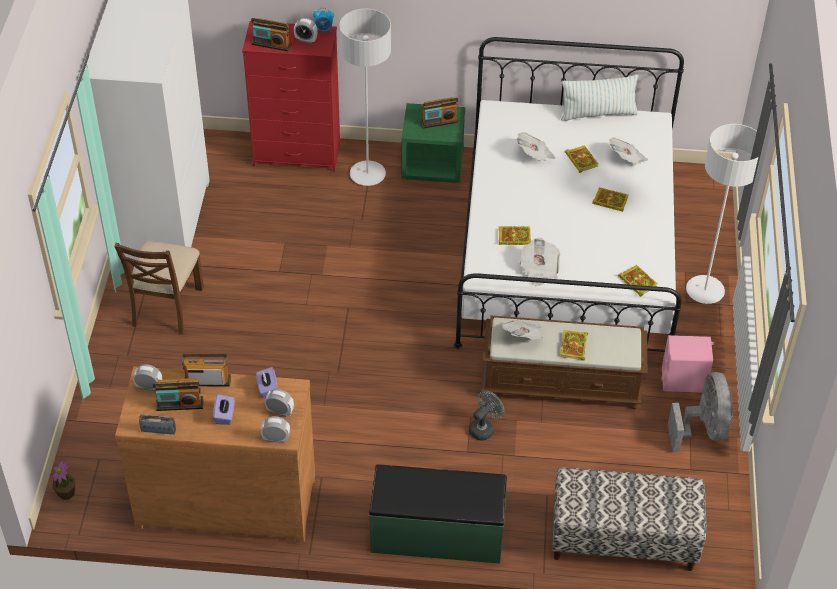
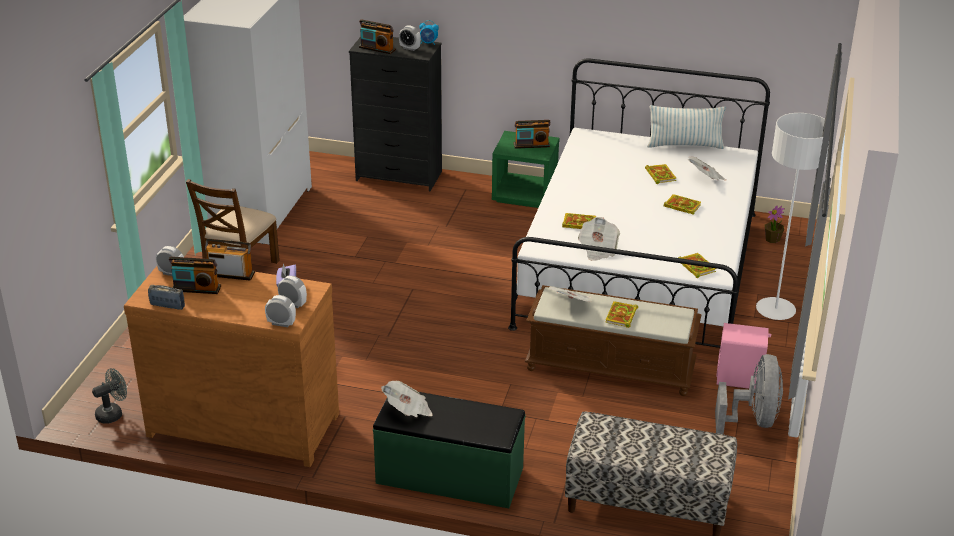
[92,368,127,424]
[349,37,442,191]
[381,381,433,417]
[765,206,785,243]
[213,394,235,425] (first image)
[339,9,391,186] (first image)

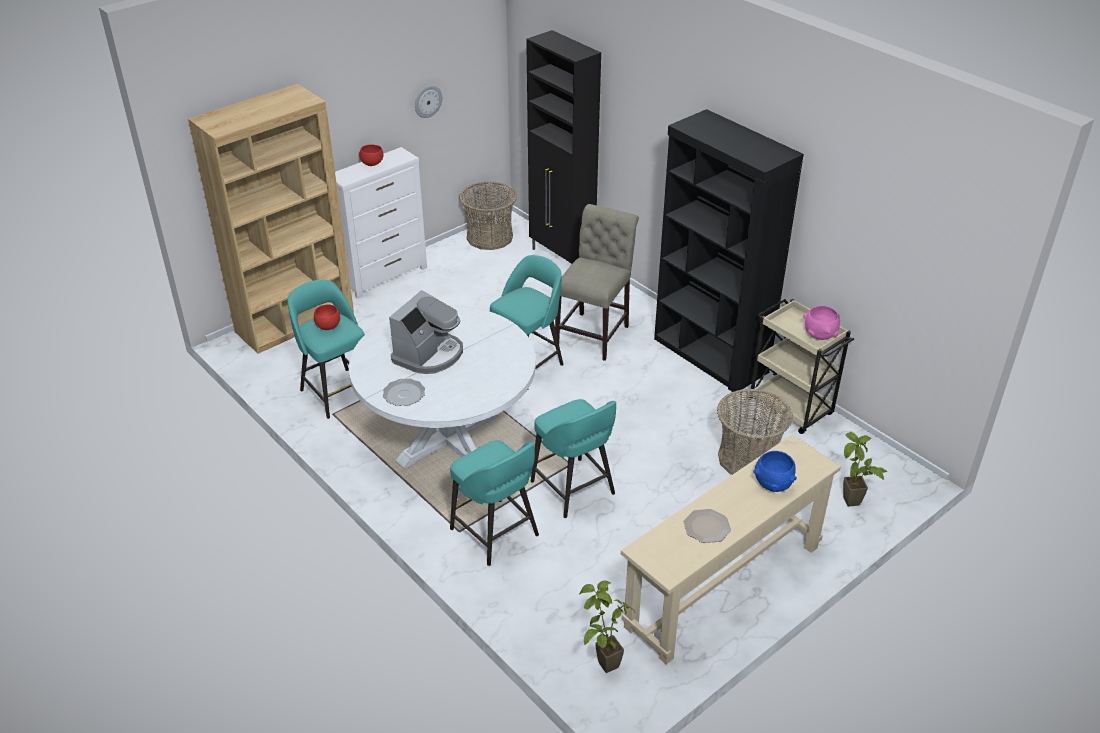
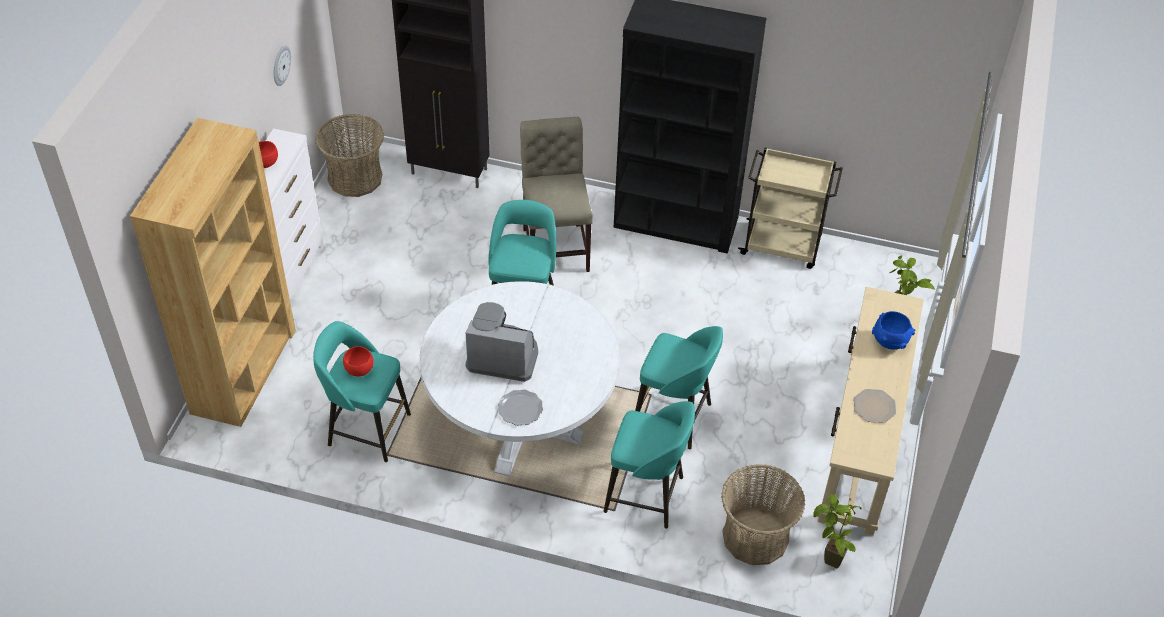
[465,302,538,382]
[721,464,805,565]
[803,306,840,340] (first image)

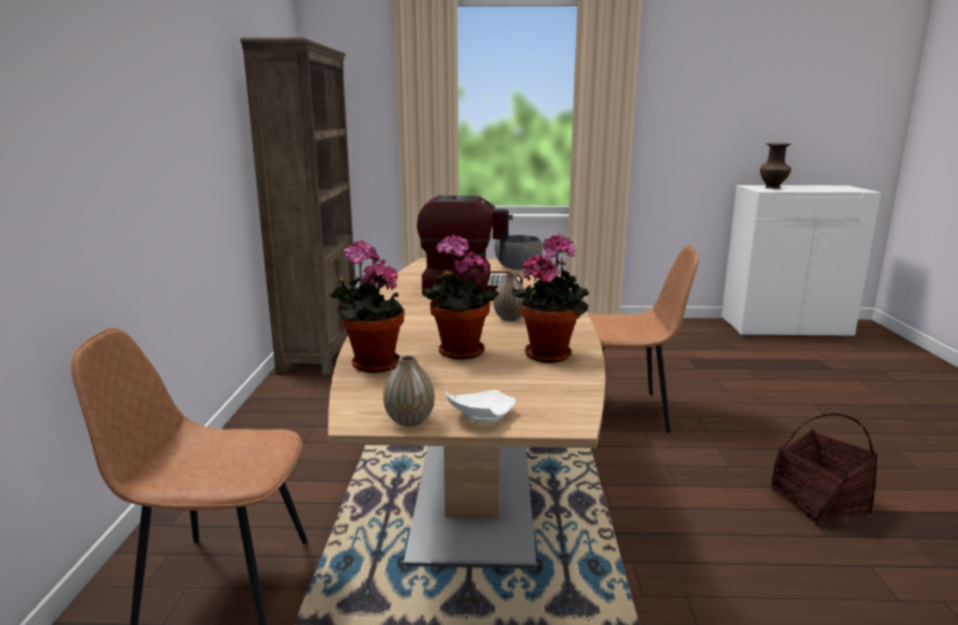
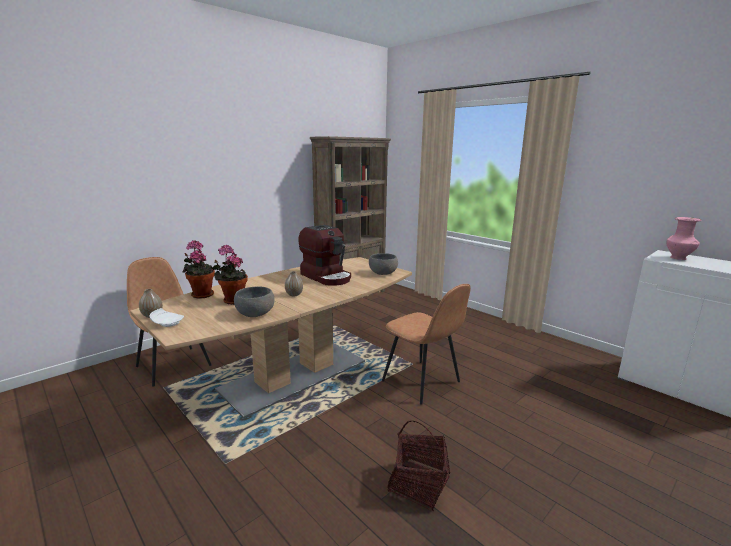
[234,287,275,317]
[667,217,701,260]

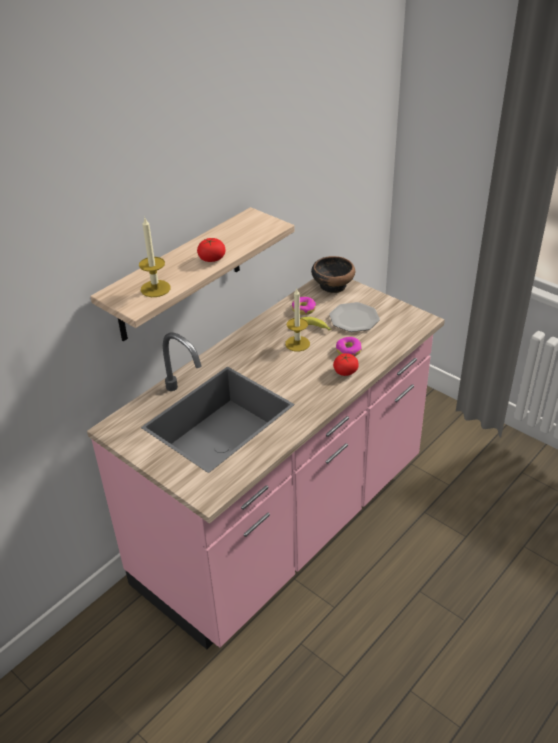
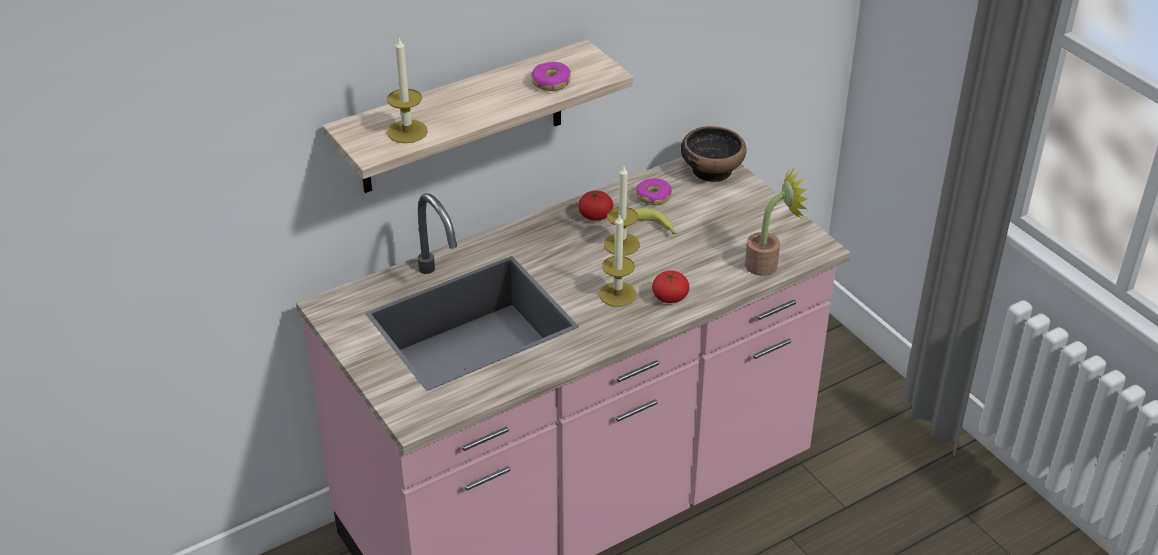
[531,62,571,91]
[578,190,613,220]
[599,214,637,307]
[745,166,807,276]
[329,302,380,332] (first image)

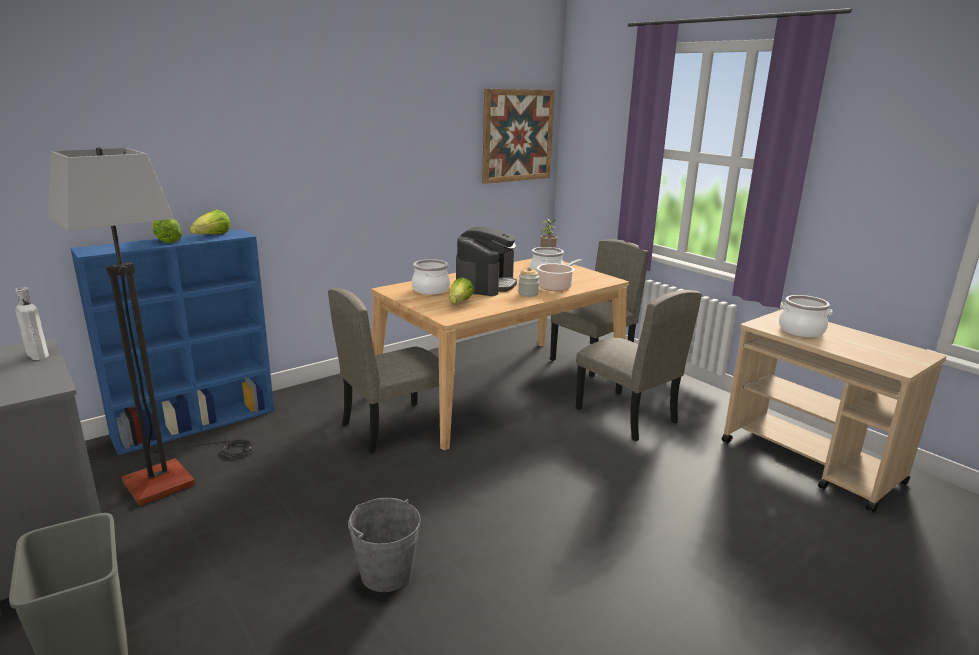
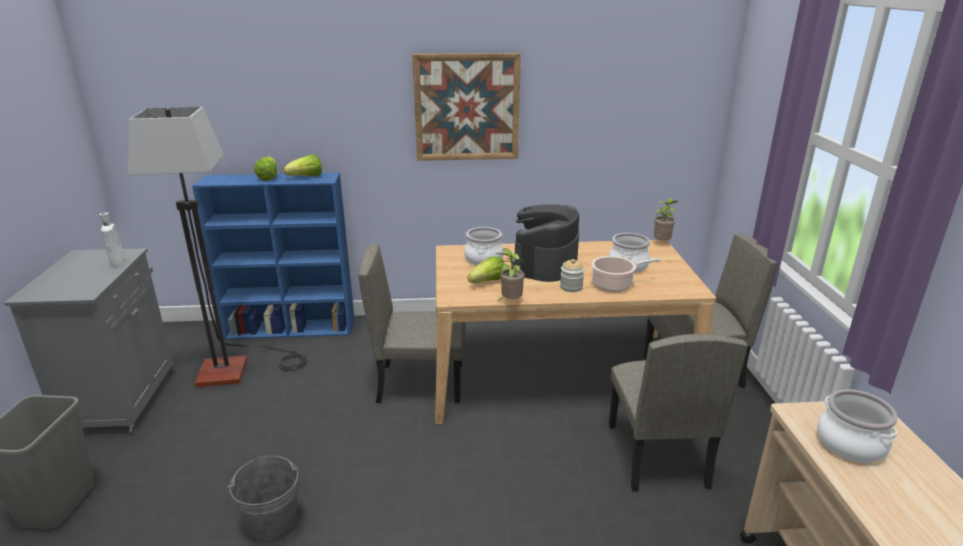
[412,53,521,161]
[496,248,525,302]
[512,205,579,282]

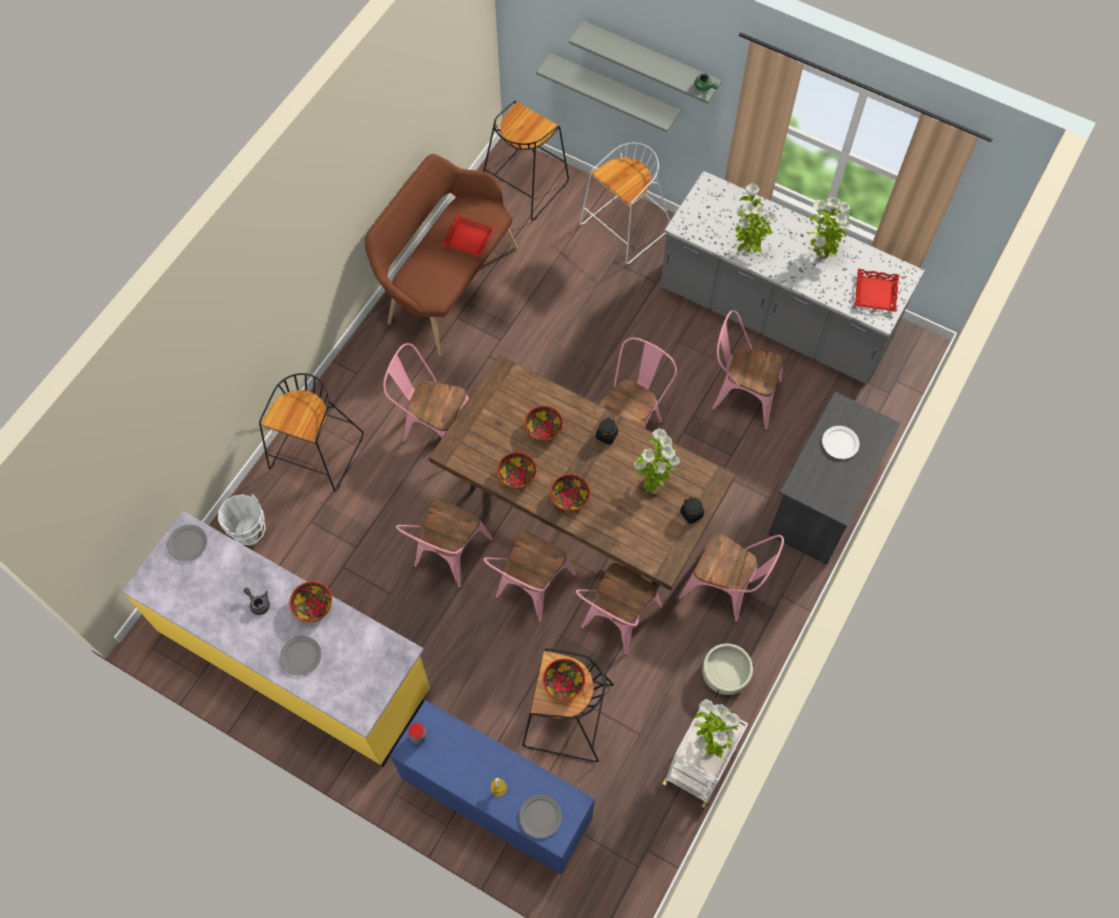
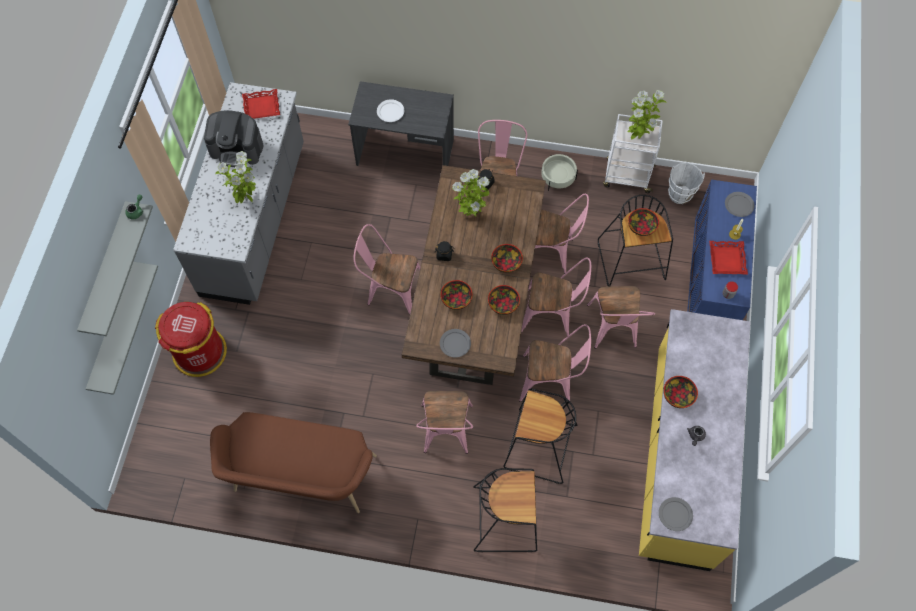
[155,302,227,377]
[204,110,263,167]
[440,329,471,357]
[503,388,577,484]
[587,286,655,349]
[668,163,705,204]
[709,241,748,274]

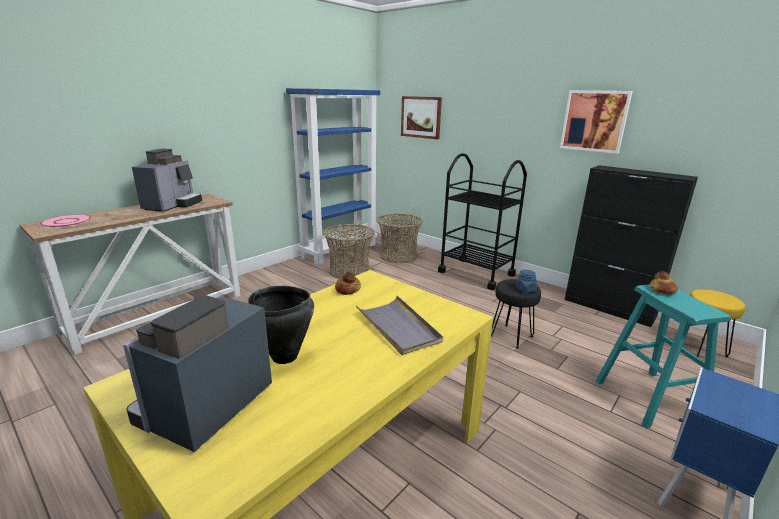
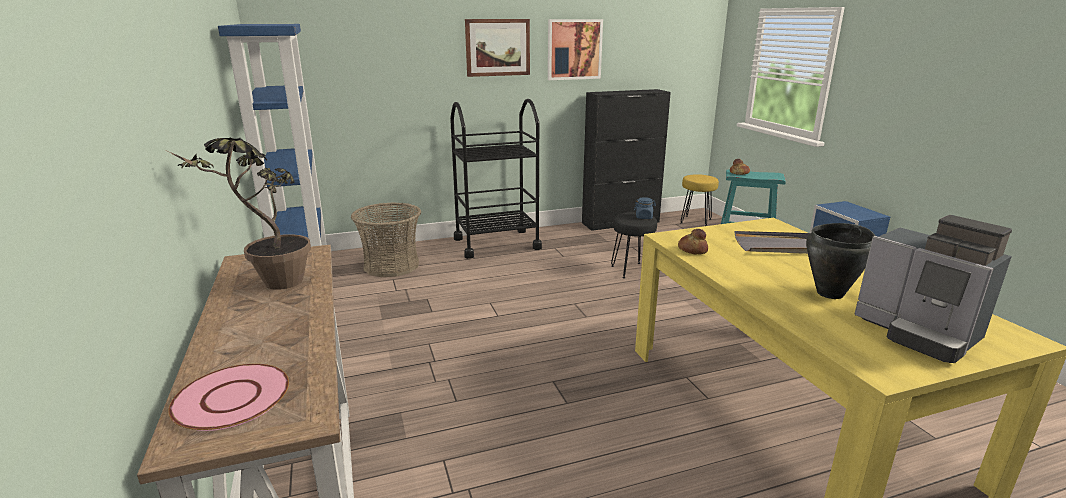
[168,138,311,290]
[465,19,530,77]
[323,224,375,279] (first image)

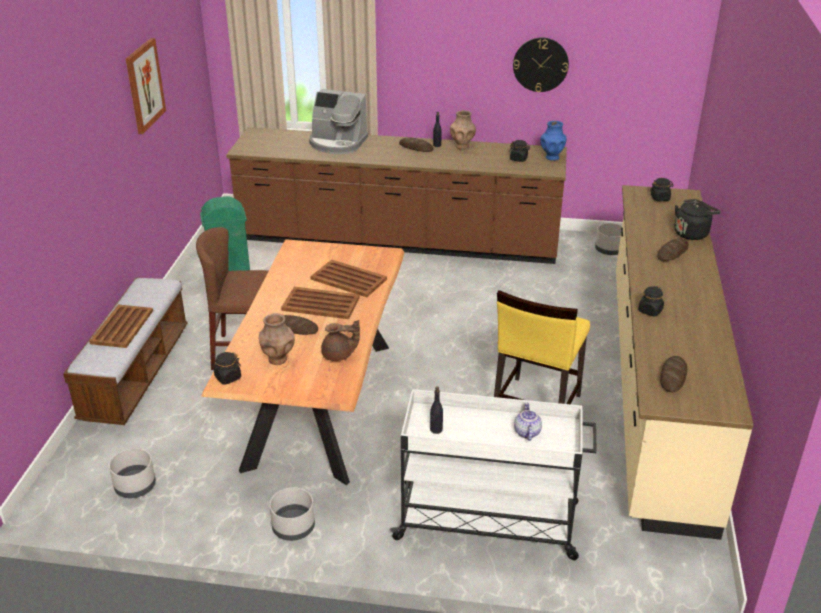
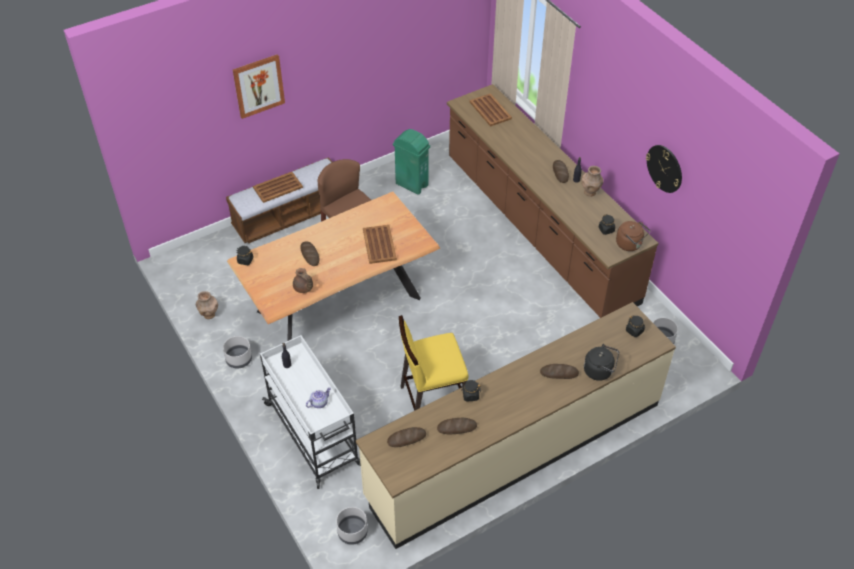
[196,291,218,319]
[233,54,285,119]
[336,507,368,545]
[437,418,477,435]
[470,93,512,127]
[616,221,650,251]
[309,89,368,154] (first image)

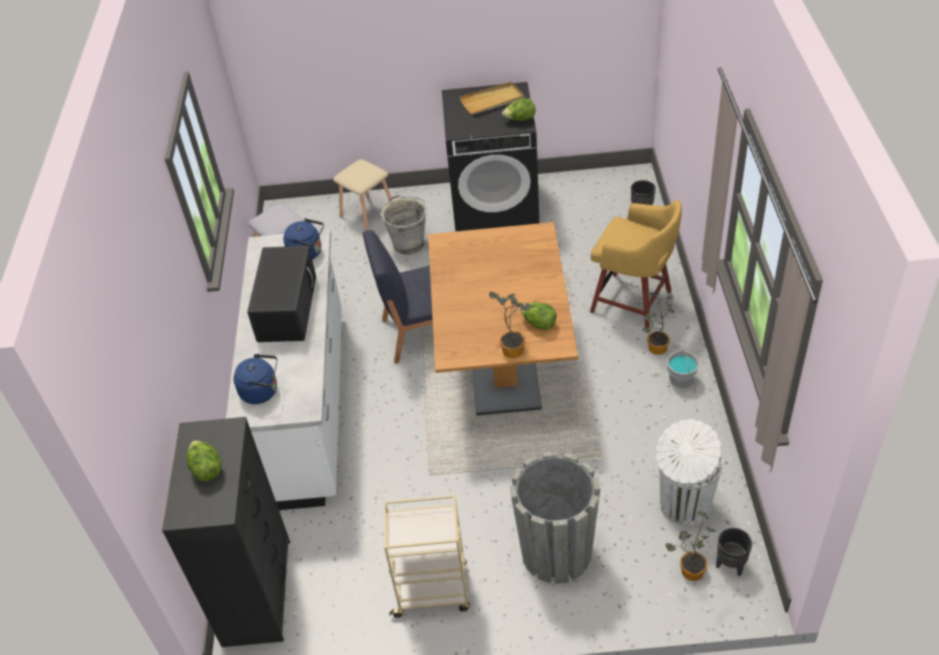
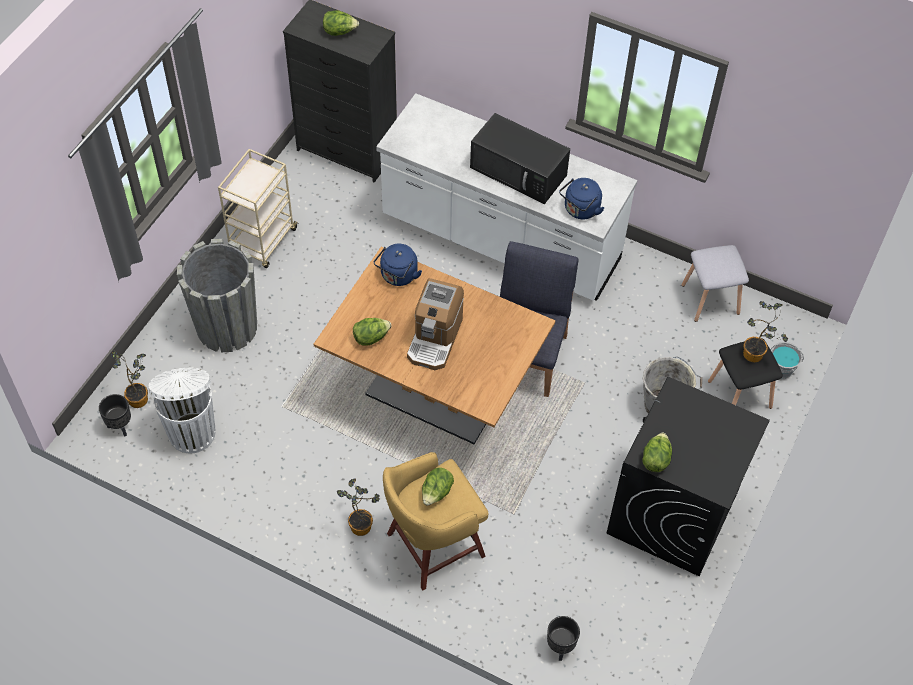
[374,244,422,286]
[407,278,464,370]
[422,467,454,506]
[708,338,783,409]
[743,301,788,362]
[770,342,804,379]
[460,82,524,115] (first image)

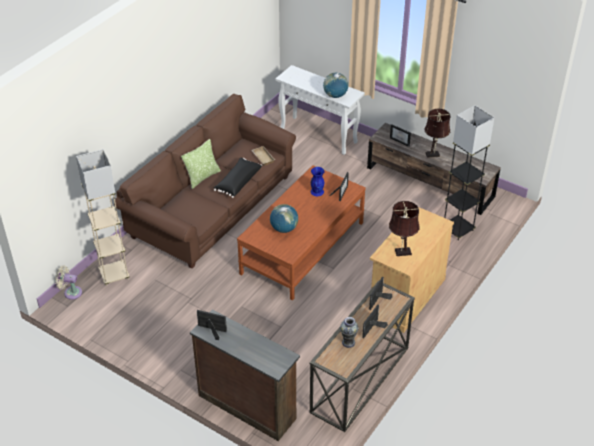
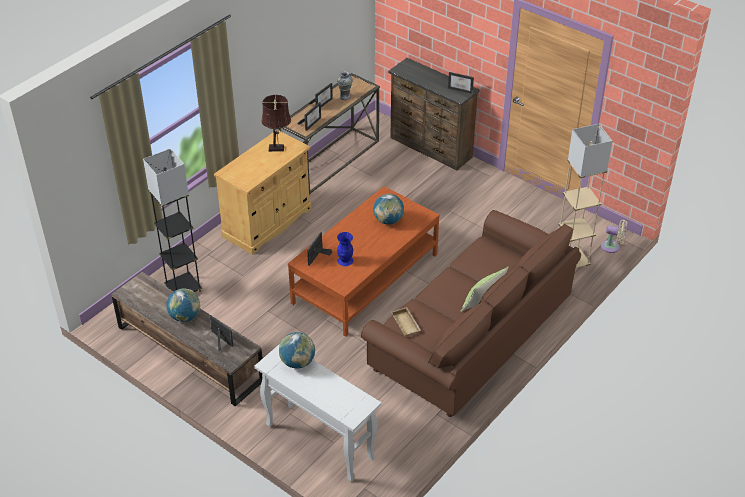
[166,288,200,322]
[214,158,262,198] (first image)

